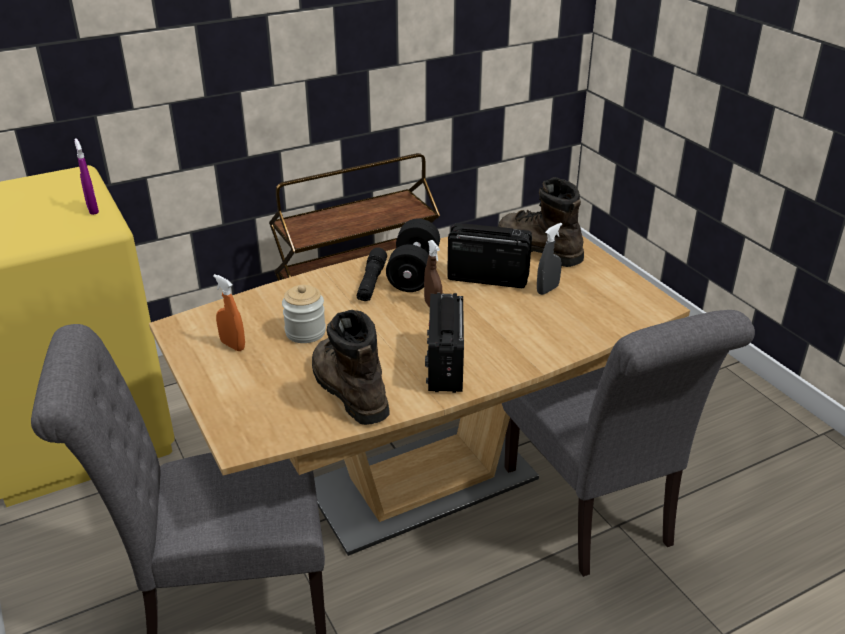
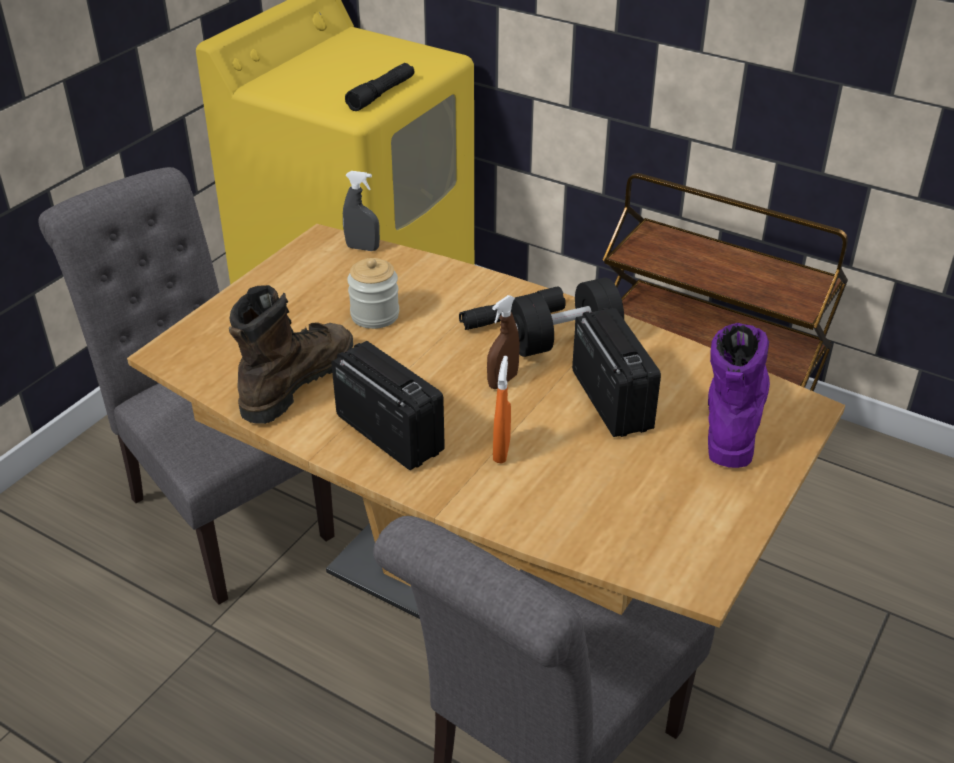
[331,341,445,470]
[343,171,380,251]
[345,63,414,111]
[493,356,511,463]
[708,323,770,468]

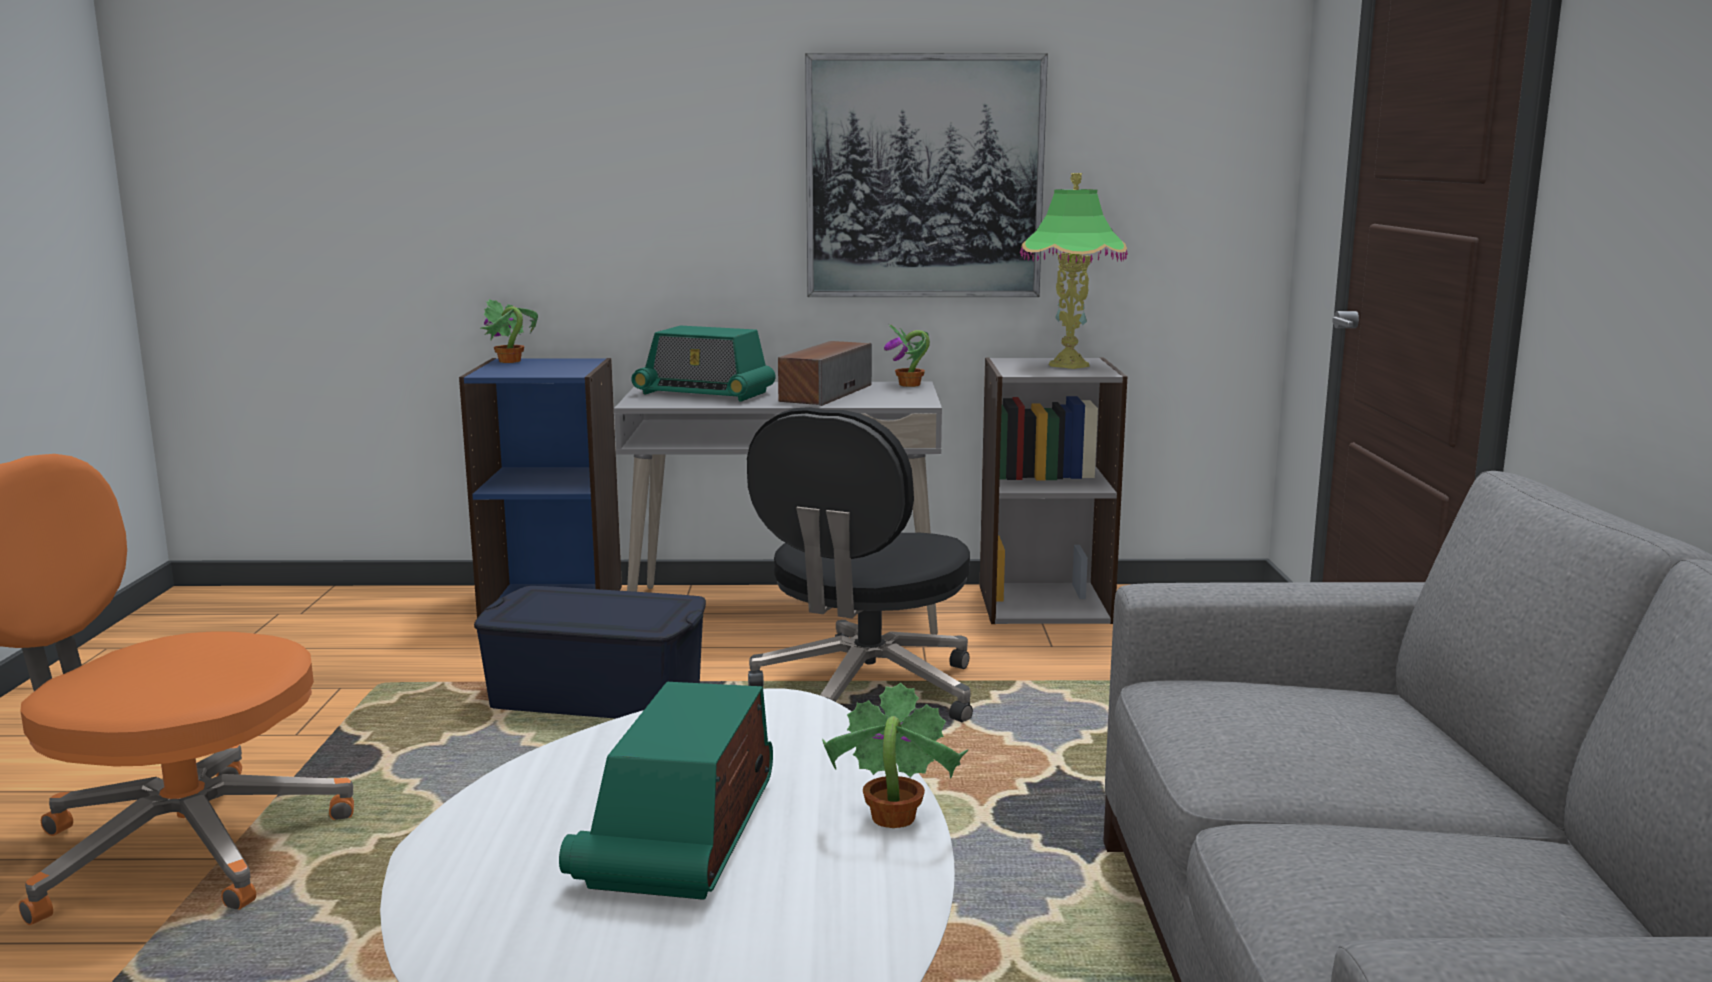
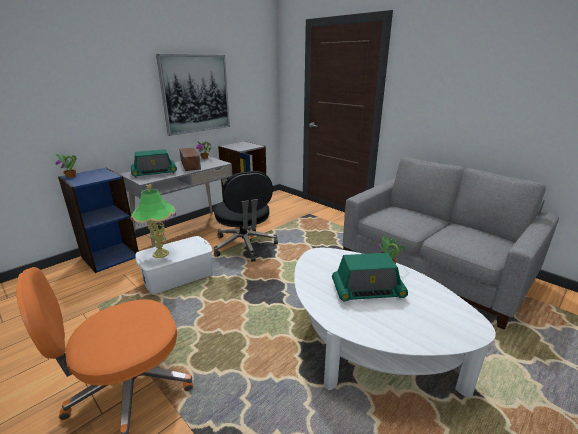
[131,184,176,258]
[135,236,212,295]
[332,253,408,302]

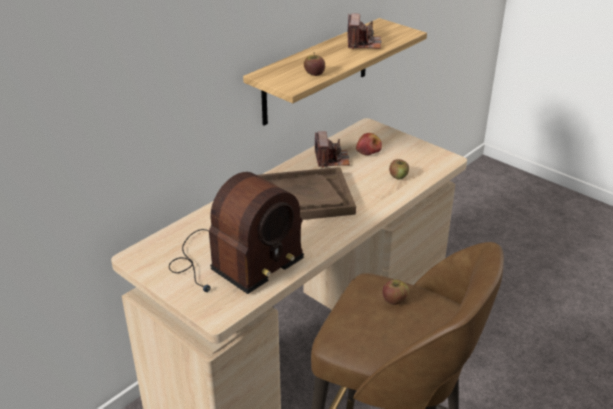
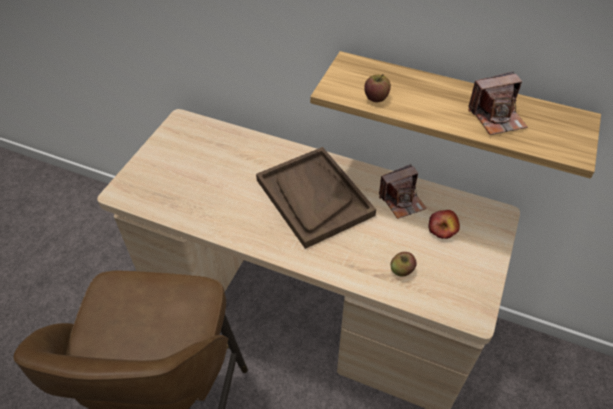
[169,172,304,294] (first image)
[382,280,409,305] (first image)

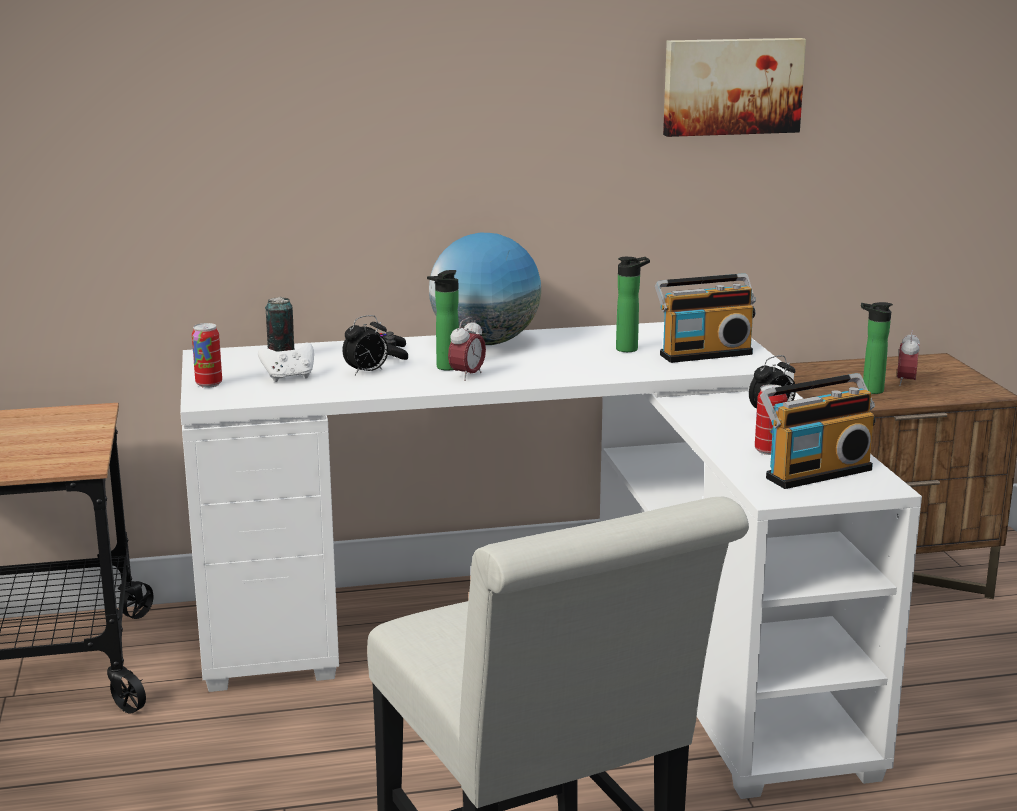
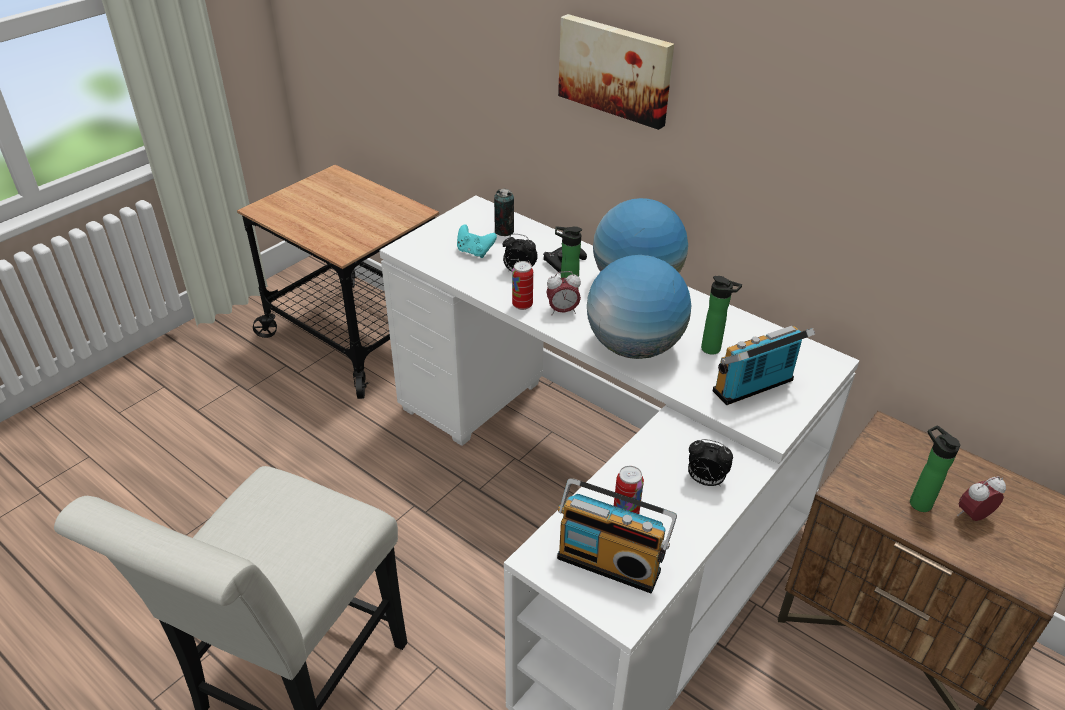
[457,224,497,258]
[512,261,533,310]
[558,14,674,130]
[587,255,691,359]
[713,326,815,405]

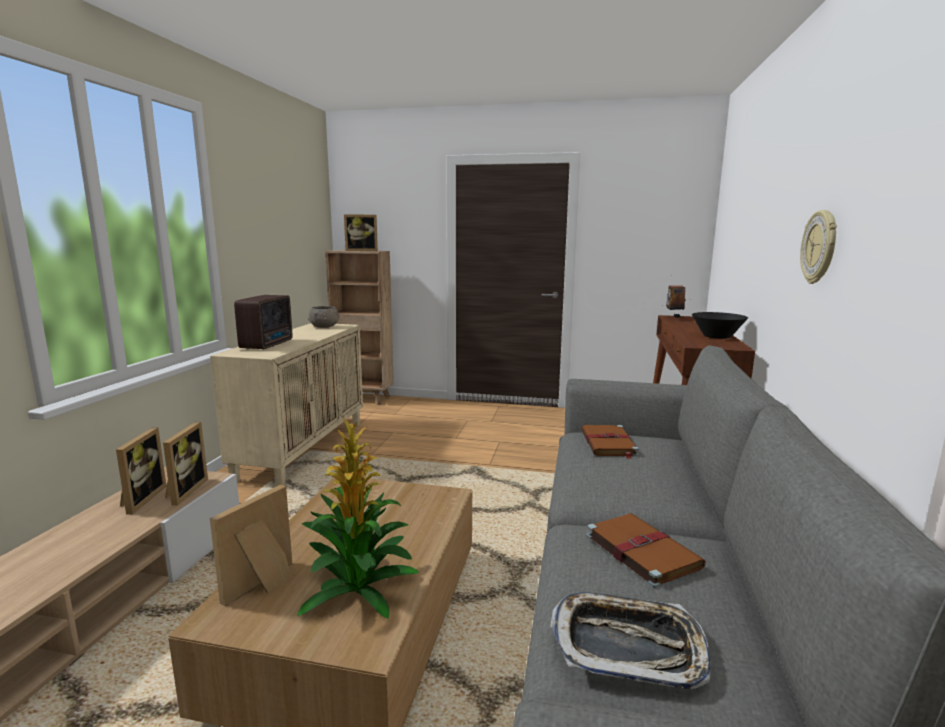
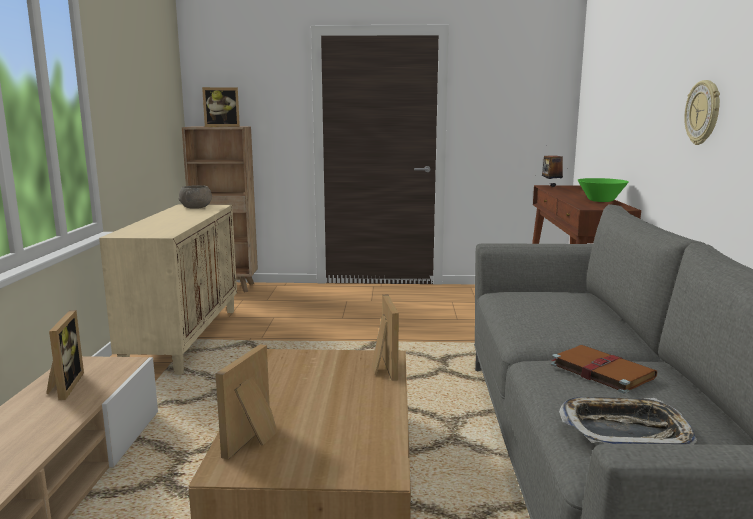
[372,295,399,381]
[578,178,629,202]
[234,295,293,350] (first image)
[297,417,419,619] (first image)
[581,425,639,459] (first image)

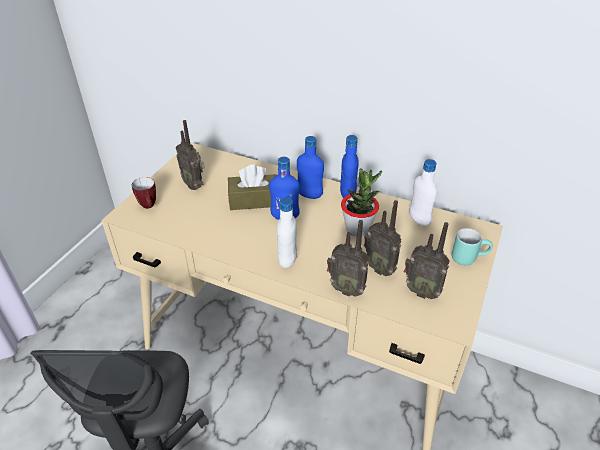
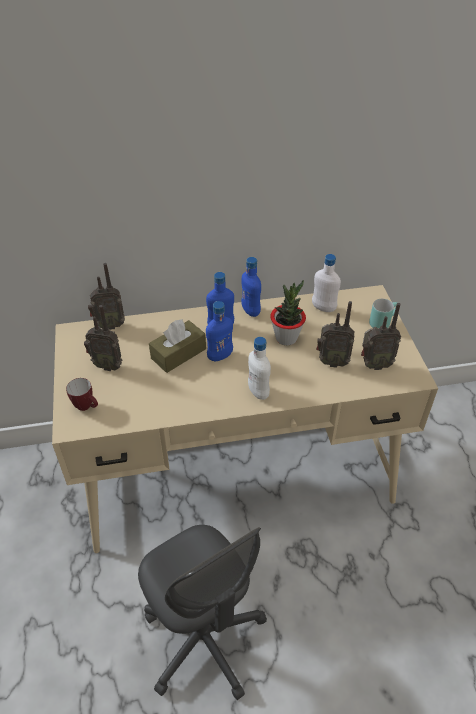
[88,263,125,330]

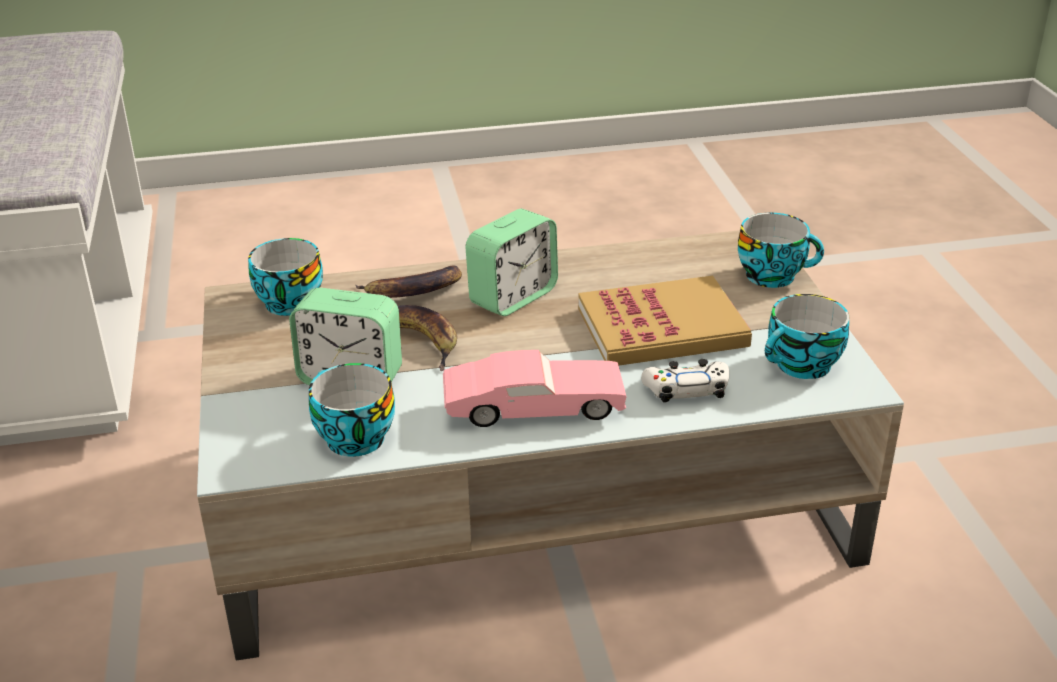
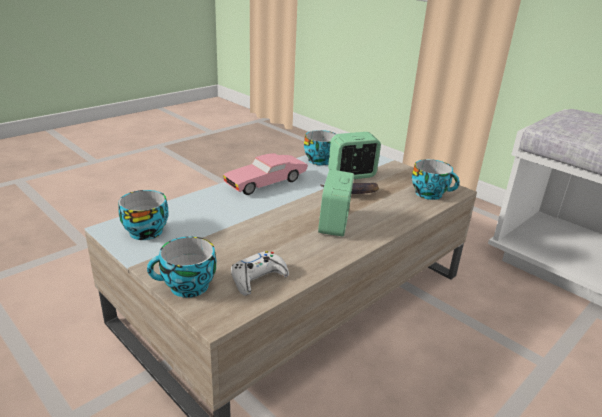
[231,251,289,296]
[355,265,462,298] (first image)
[578,276,752,366] (first image)

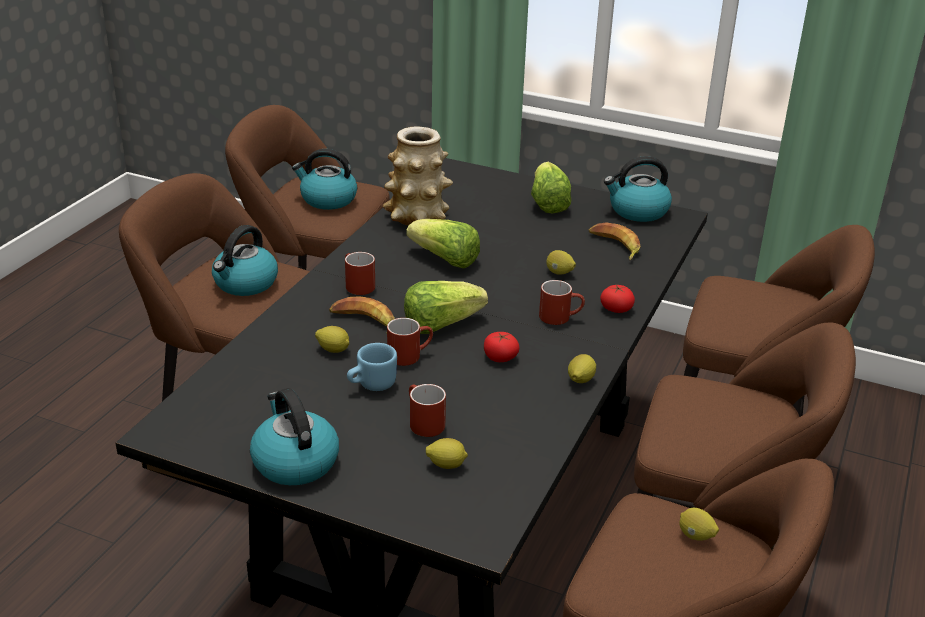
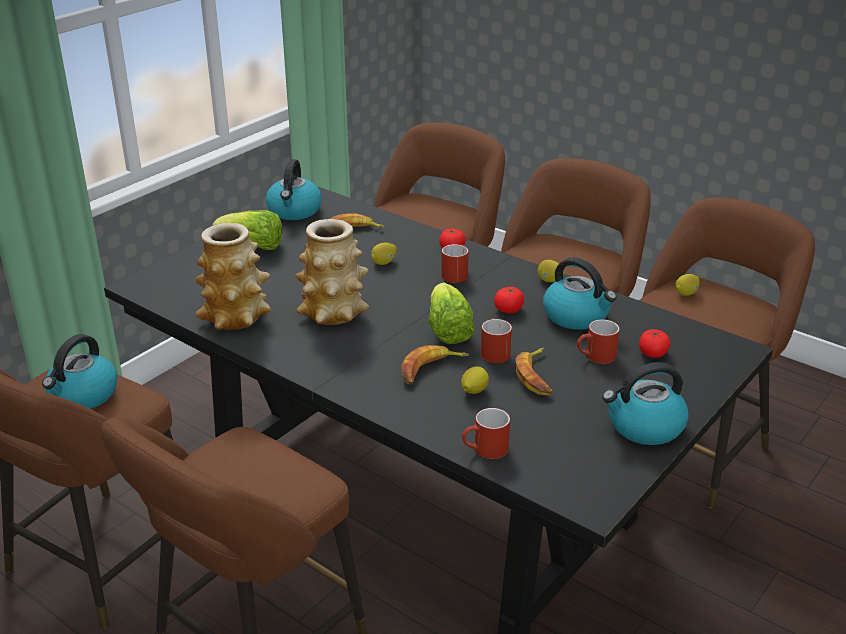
[295,219,369,325]
[462,408,510,459]
[516,348,553,395]
[543,257,617,330]
[639,329,671,358]

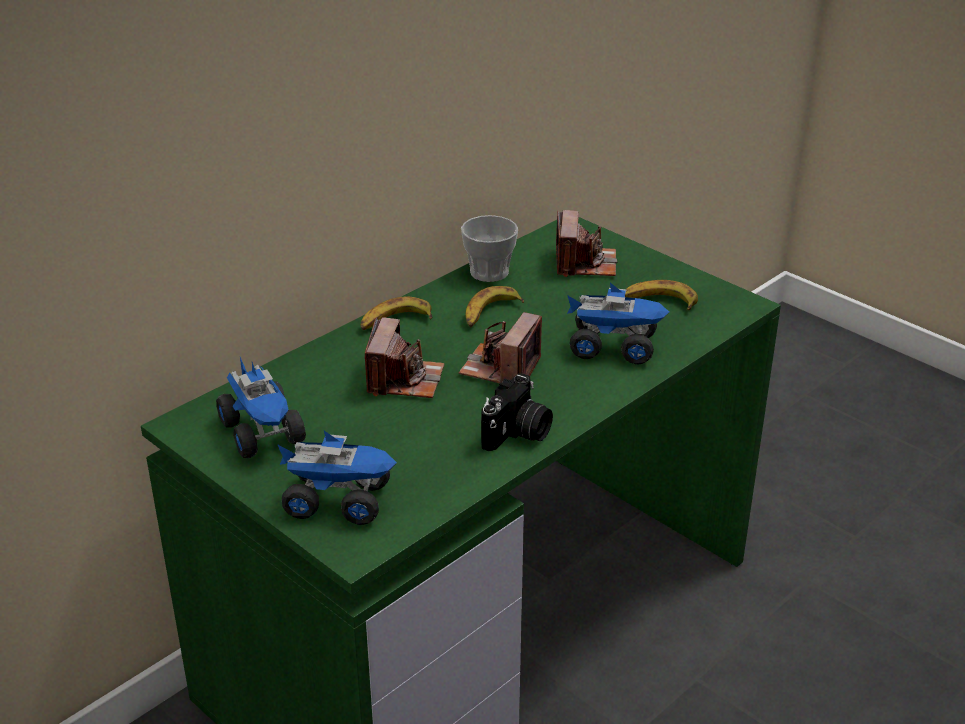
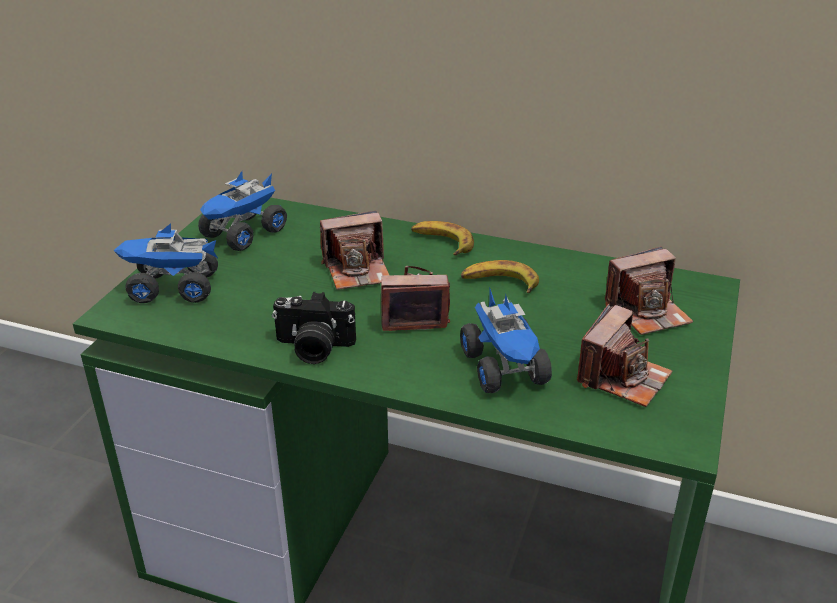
[113,223,218,303]
[577,304,672,407]
[461,215,518,282] (first image)

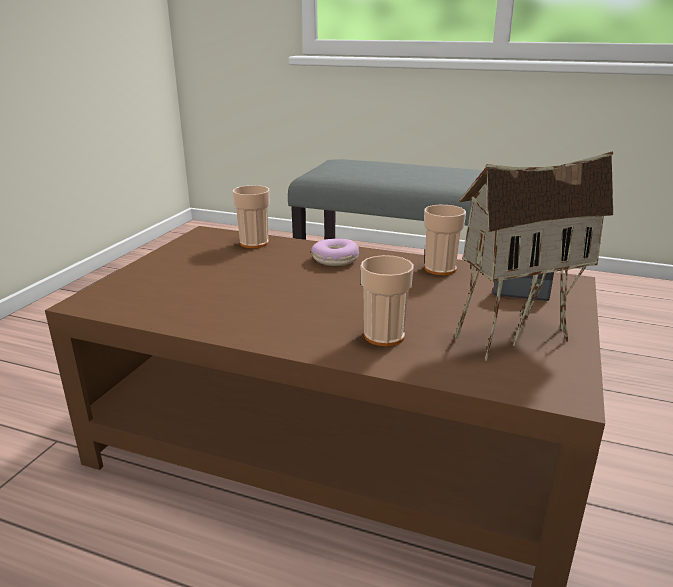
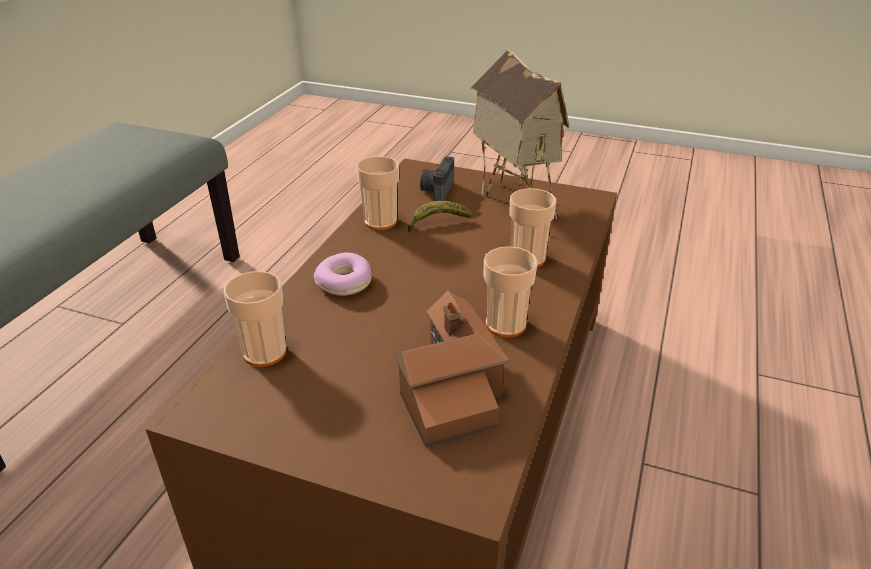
[394,291,509,448]
[408,201,471,232]
[484,246,537,338]

